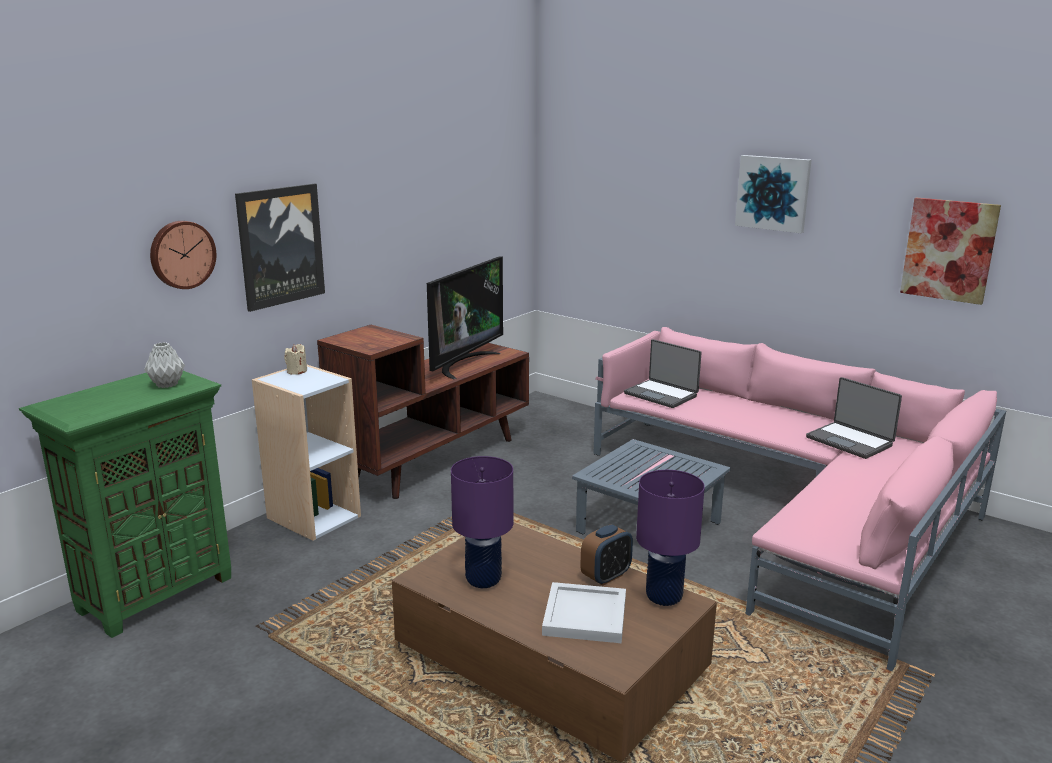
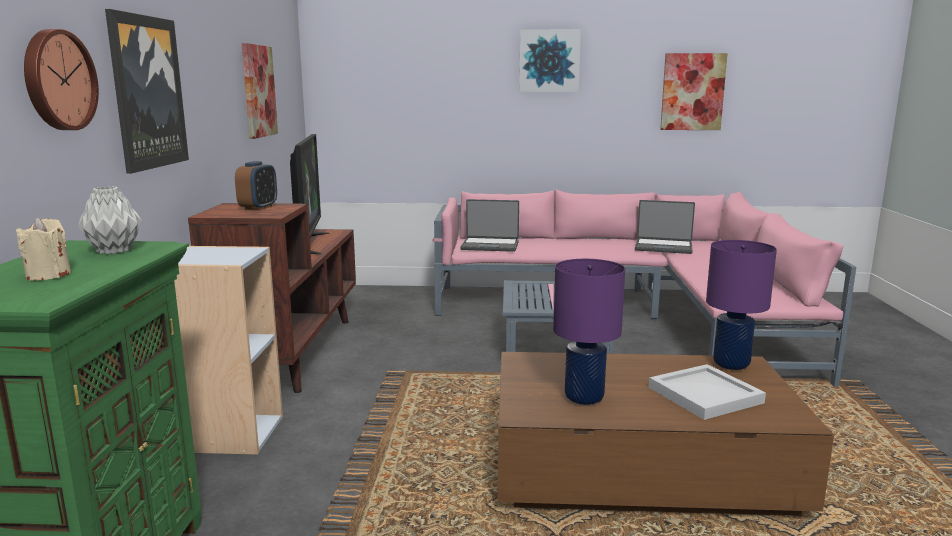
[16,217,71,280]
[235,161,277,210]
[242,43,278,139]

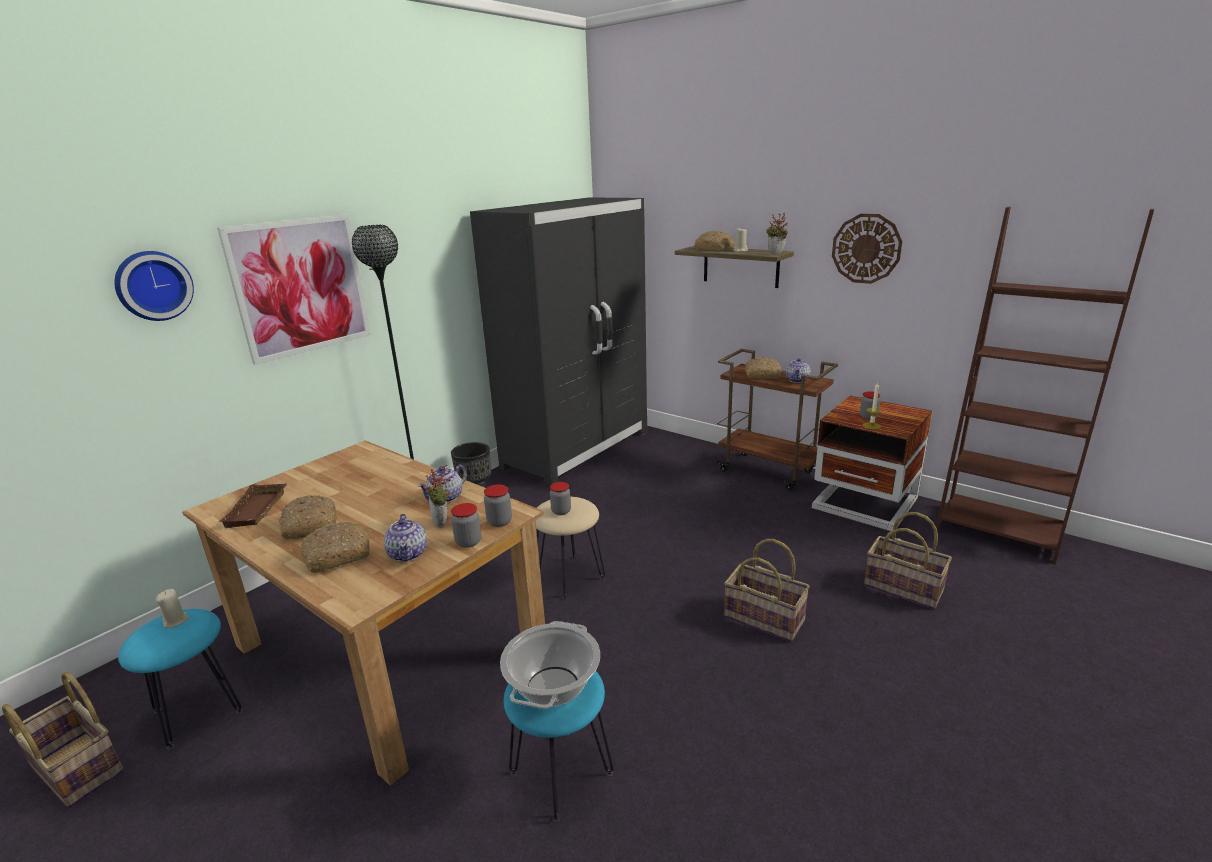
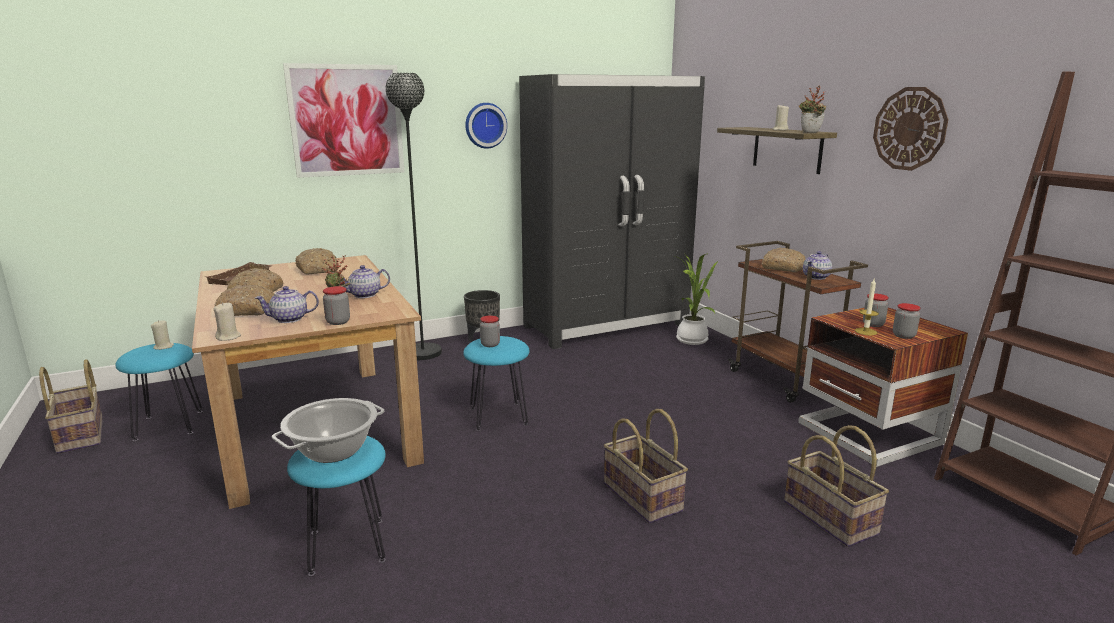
[295,248,339,274]
[465,103,507,149]
[893,303,921,339]
[463,336,530,431]
[255,286,319,323]
[675,254,718,345]
[214,302,241,341]

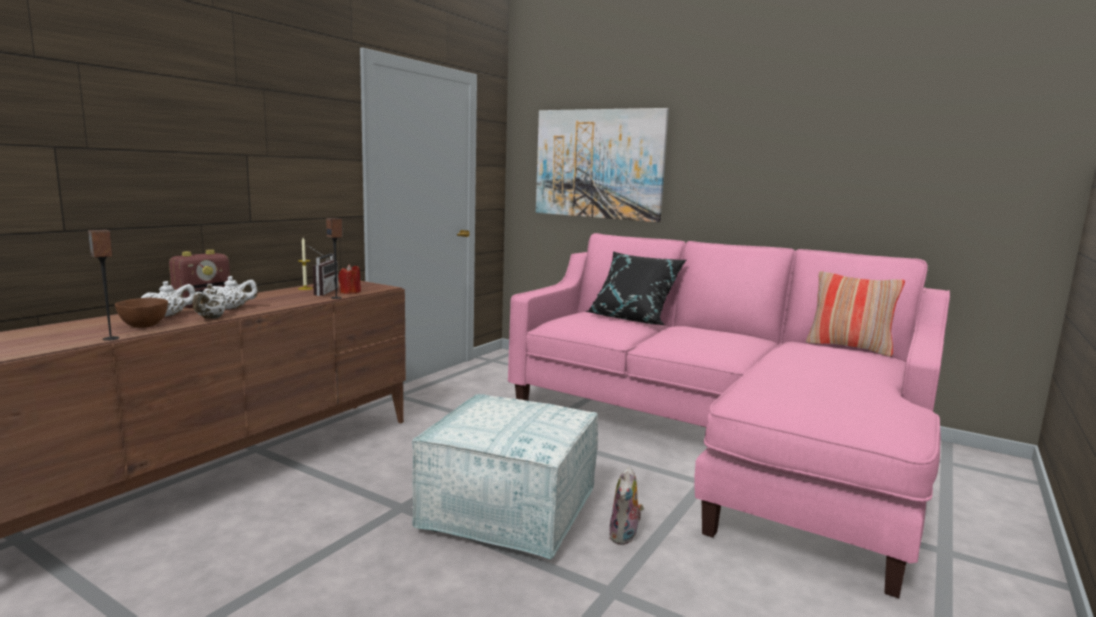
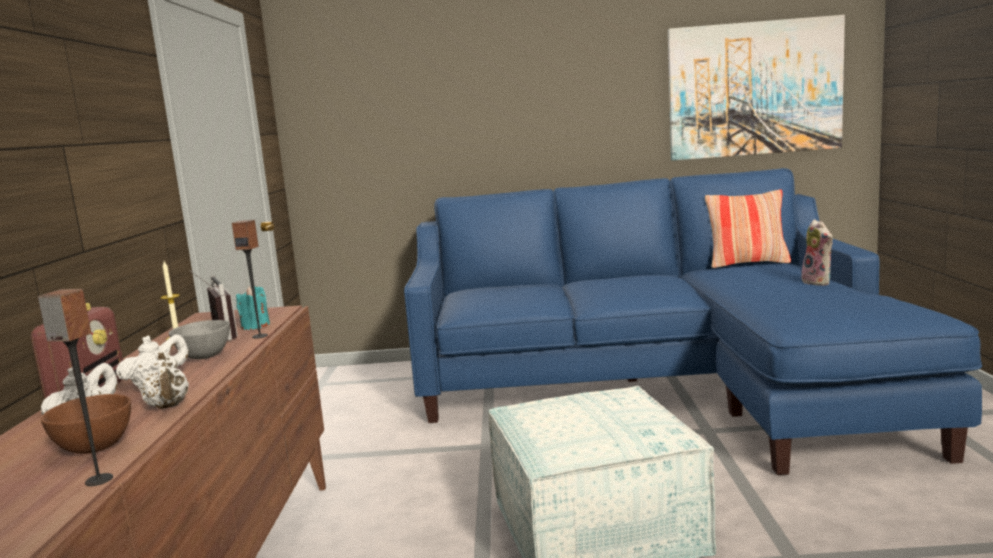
[668,15,845,161]
[404,168,982,475]
[586,251,686,325] (first image)
[236,286,270,330]
[801,219,833,286]
[169,320,230,359]

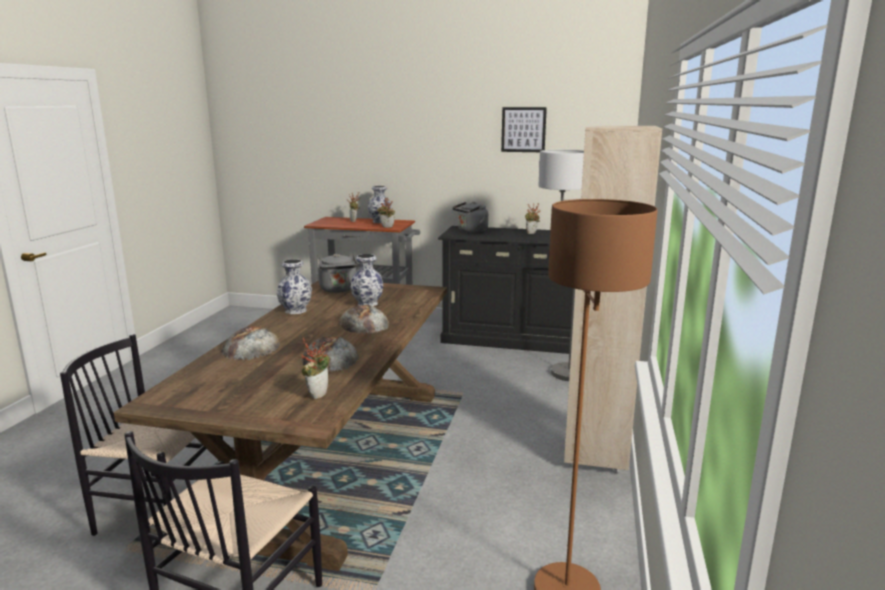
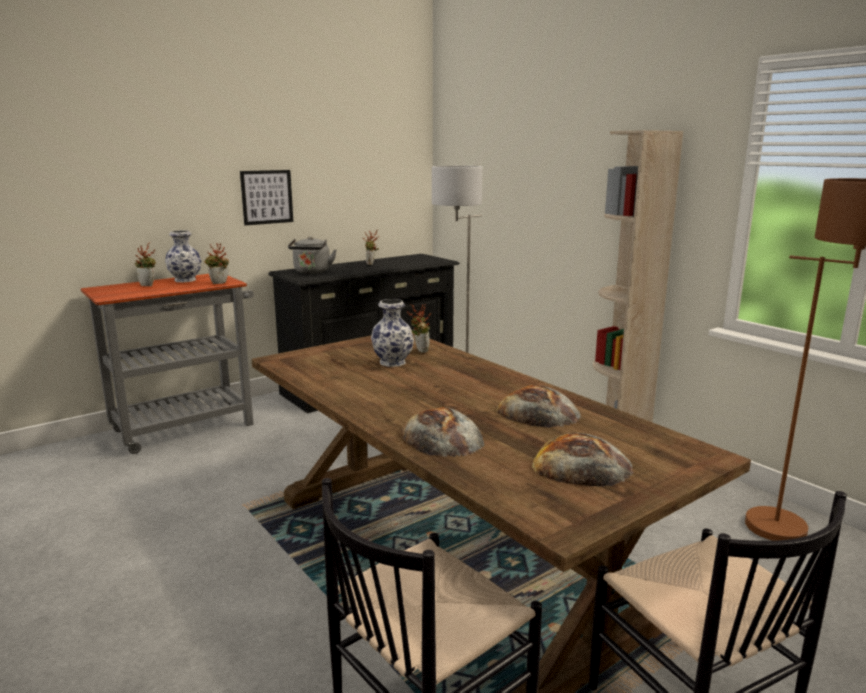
[240,170,293,225]
[318,254,360,293] (first image)
[277,259,312,314] (first image)
[532,433,633,487]
[407,304,431,353]

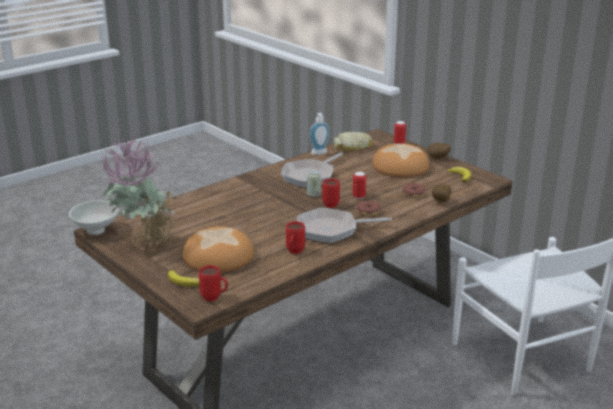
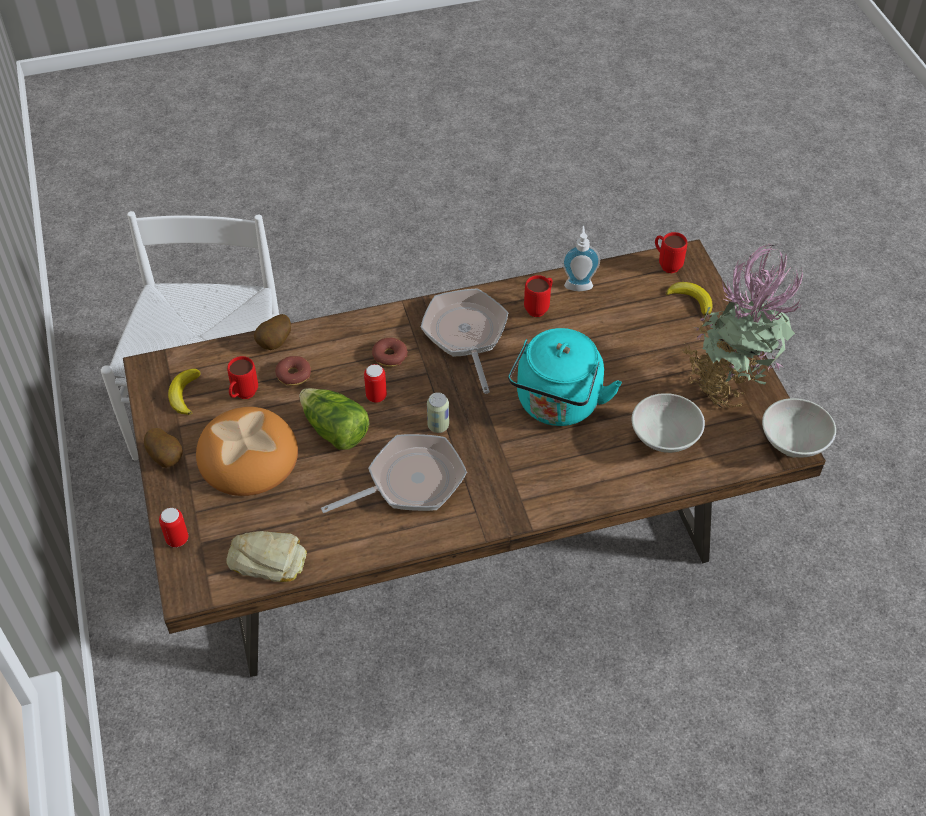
[562,226,600,291]
[227,356,258,399]
[421,288,508,394]
[183,226,254,273] (first image)
[508,328,622,426]
[299,388,369,450]
[632,393,705,453]

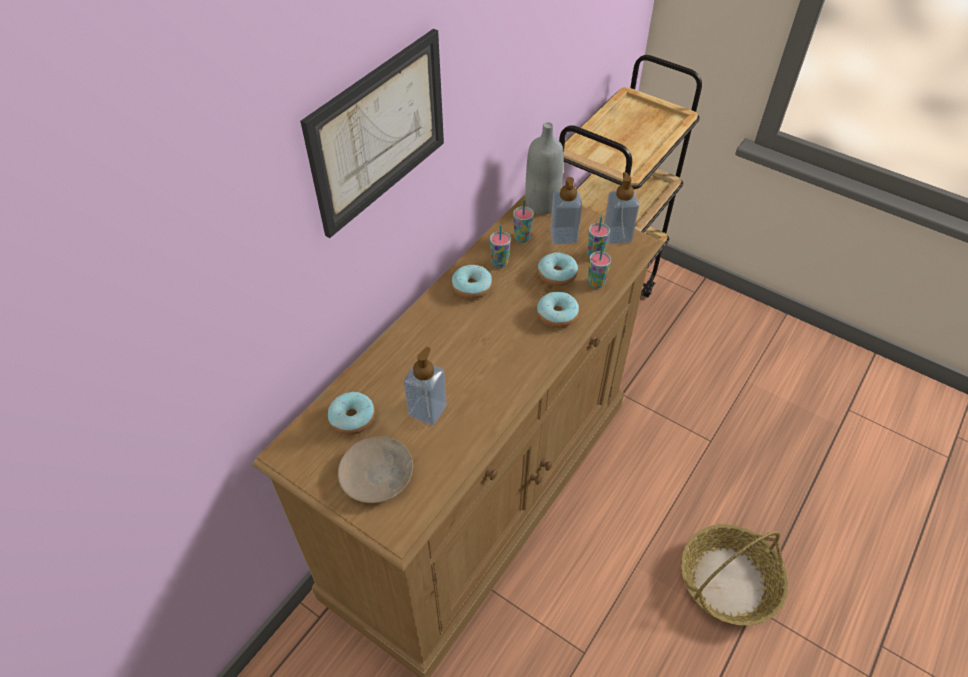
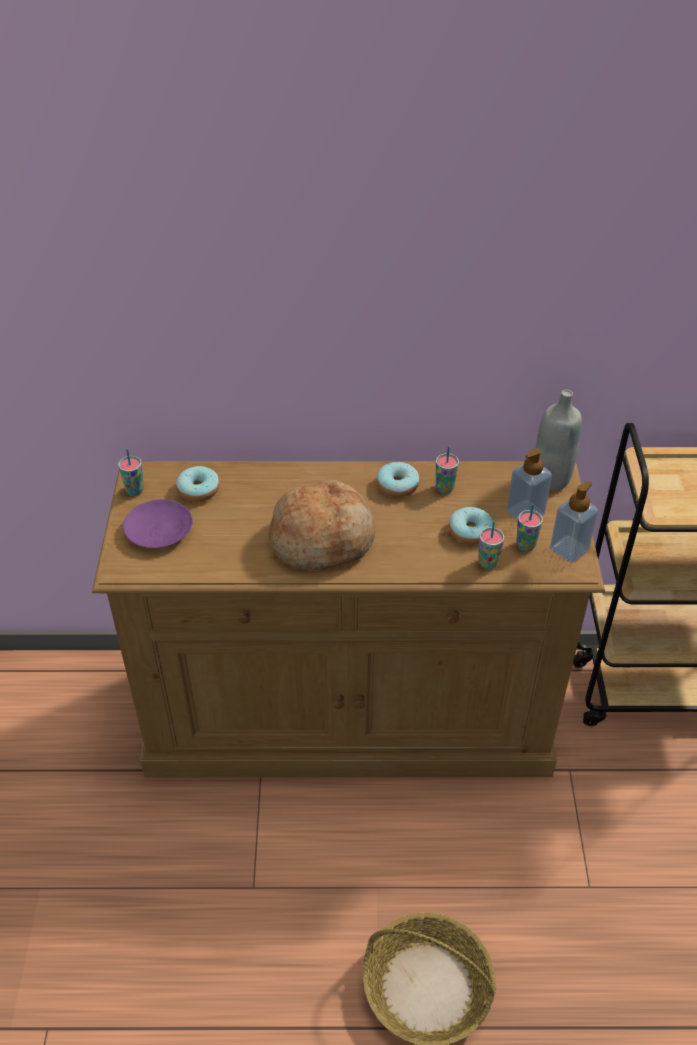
[300,29,444,238] (first image)
[118,449,144,496]
[537,292,579,328] (first image)
[404,347,447,425] (first image)
[123,499,193,548]
[268,480,375,570]

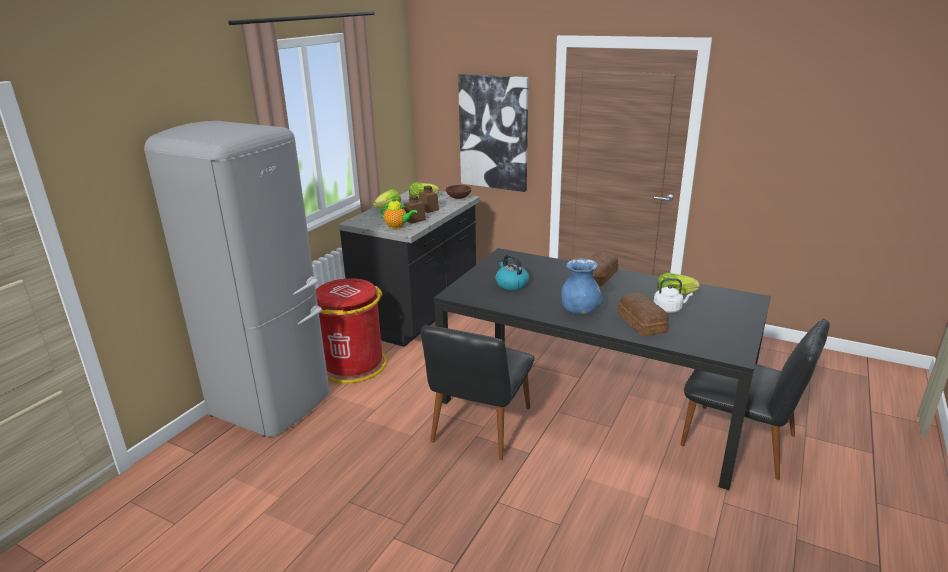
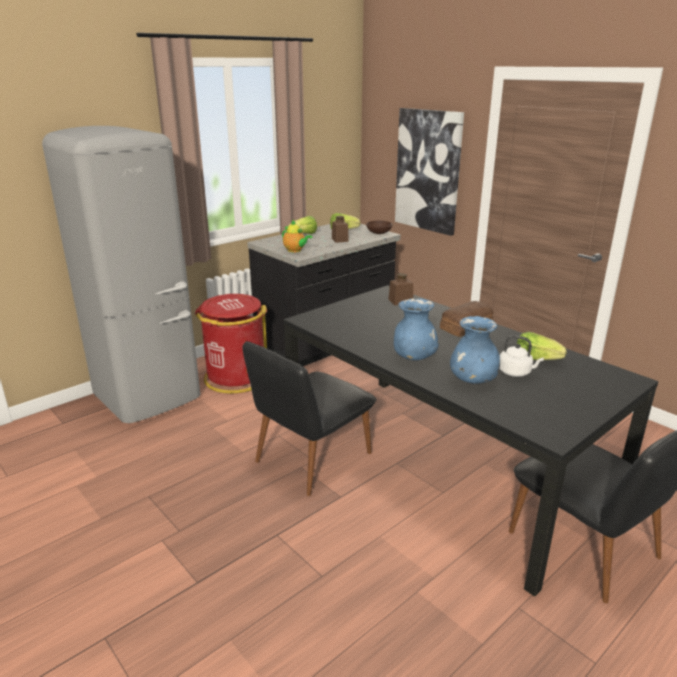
[388,273,413,305]
[495,254,529,290] (first image)
[450,316,500,384]

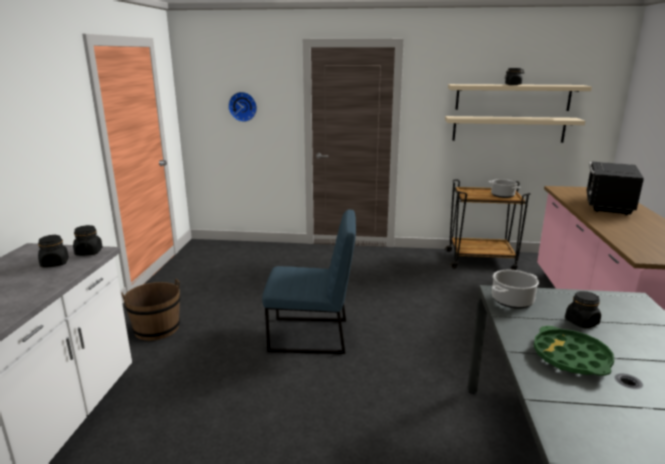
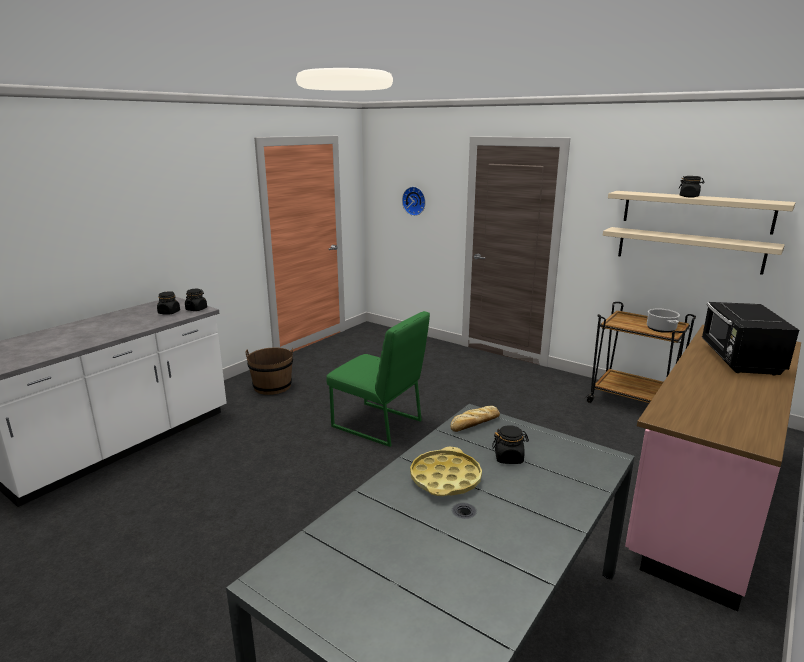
[702,302,799,376]
[326,311,430,447]
[451,406,500,432]
[410,447,482,496]

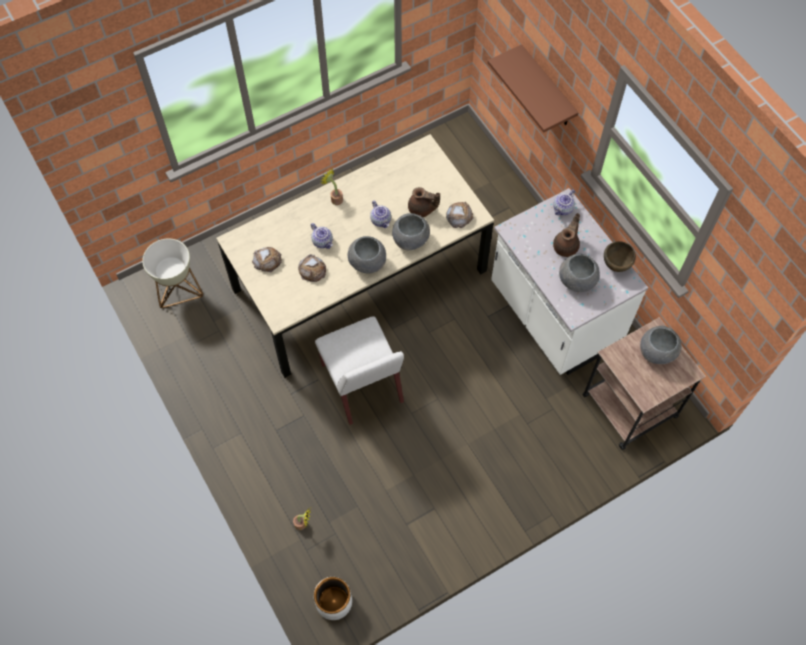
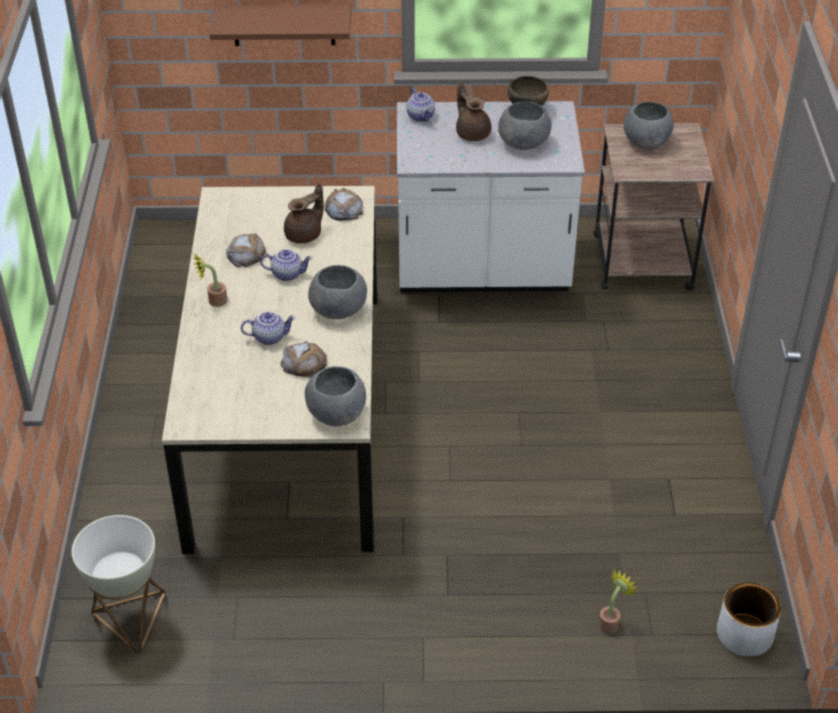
[305,366,366,426]
[226,233,266,267]
[315,316,404,425] (first image)

